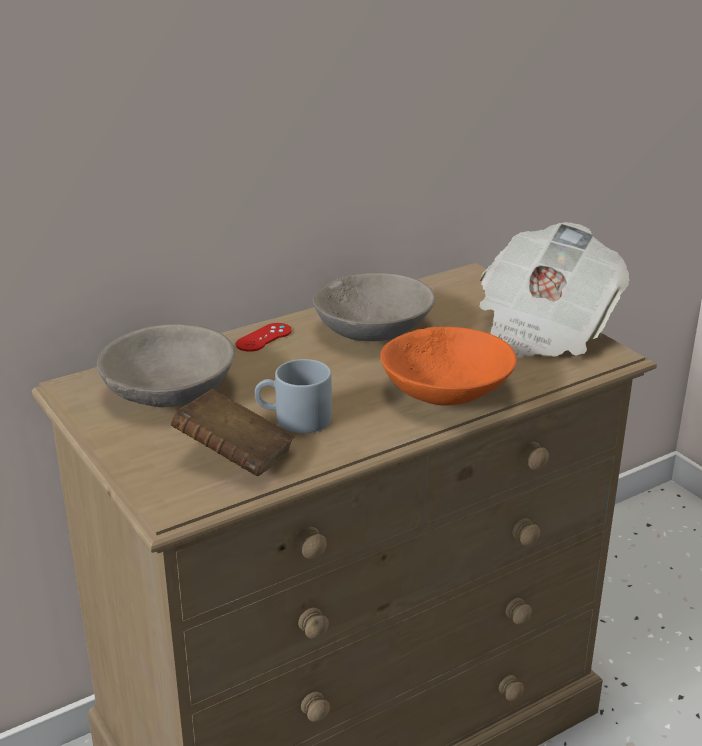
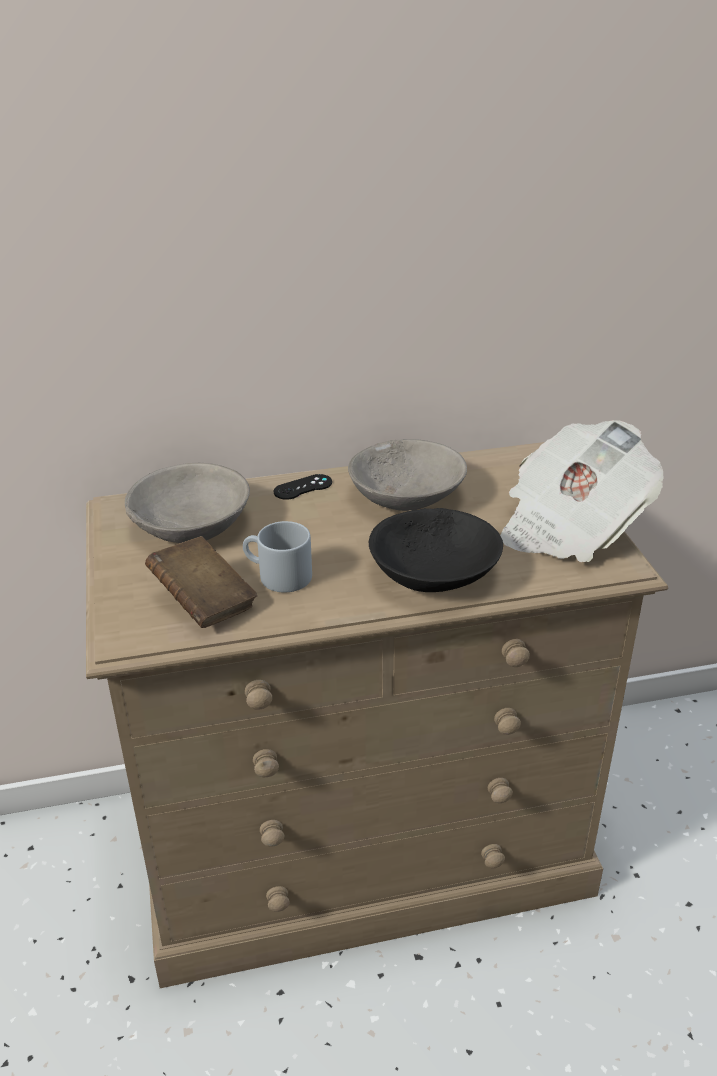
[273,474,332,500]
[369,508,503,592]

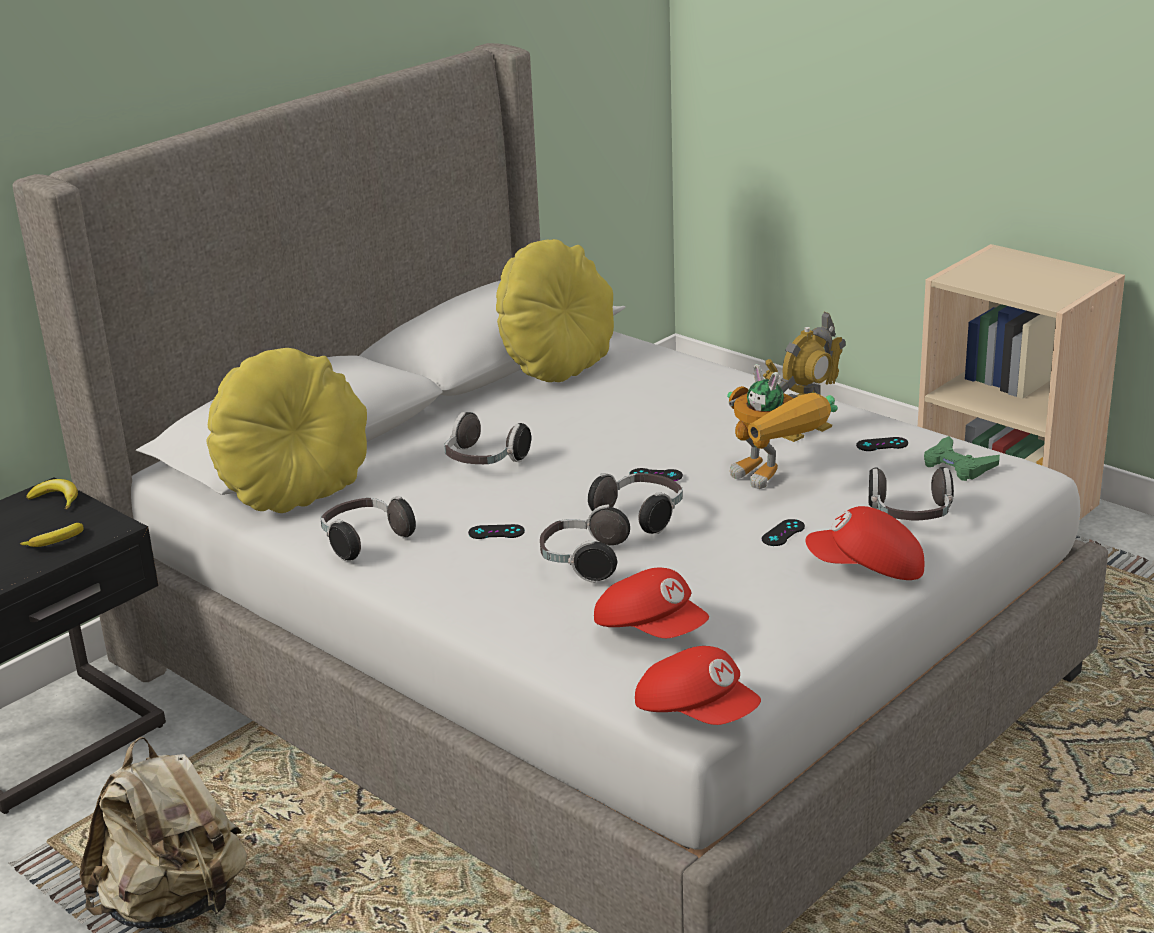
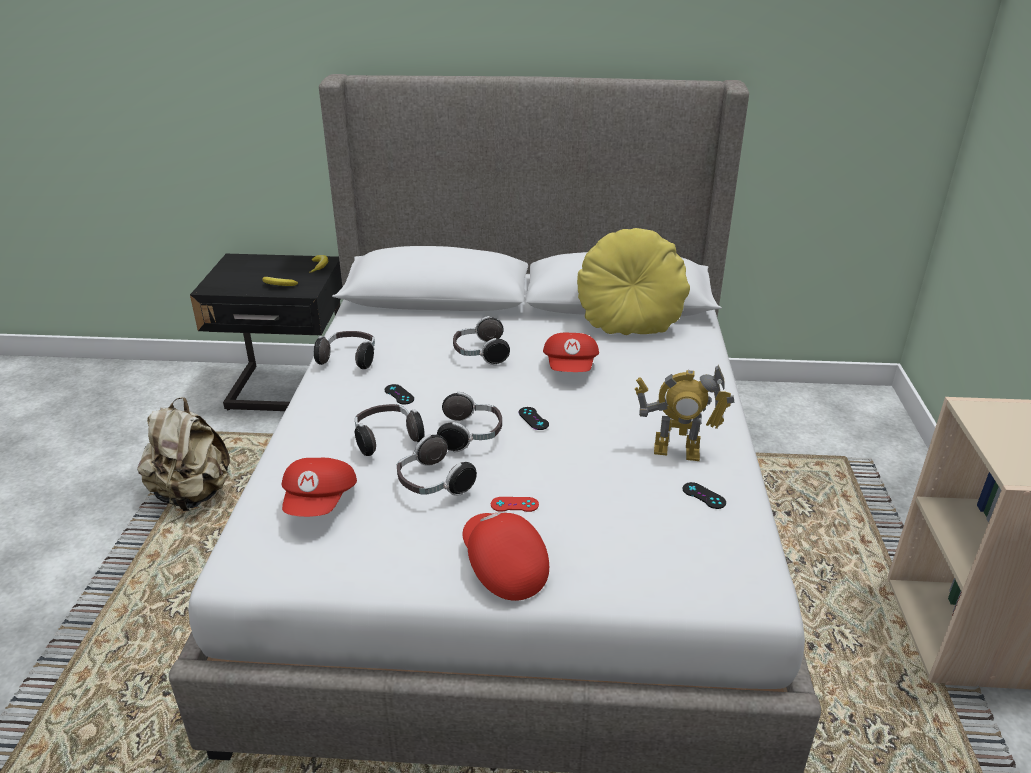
[207,348,367,513] (first image)
[727,364,838,489] (first image)
[924,436,1000,481] (first image)
[397,434,477,496]
[491,497,539,512]
[543,333,599,372]

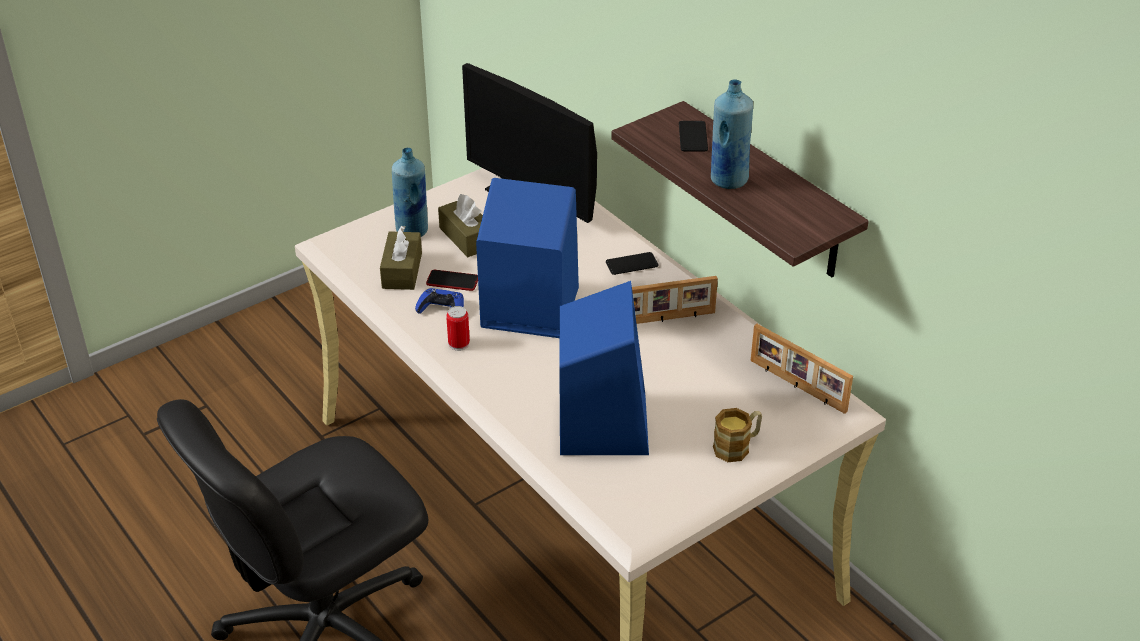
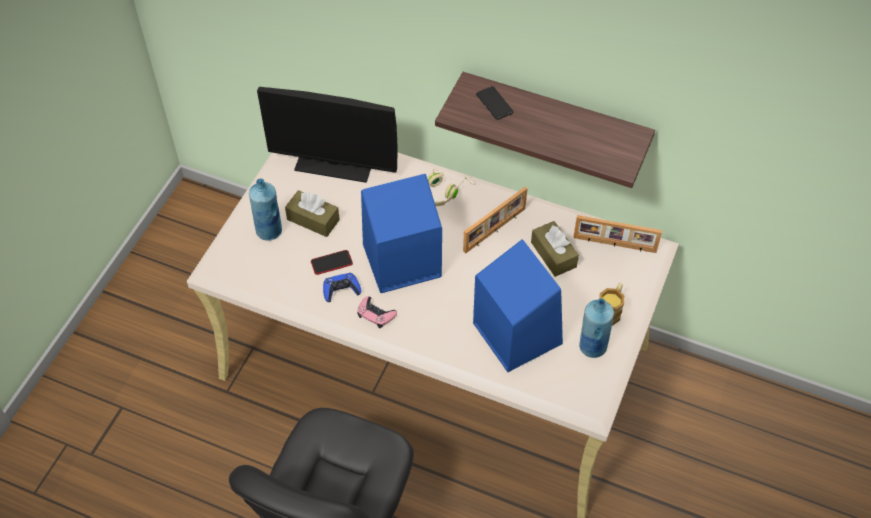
[579,299,614,358]
[531,221,579,277]
[427,168,475,206]
[357,296,397,328]

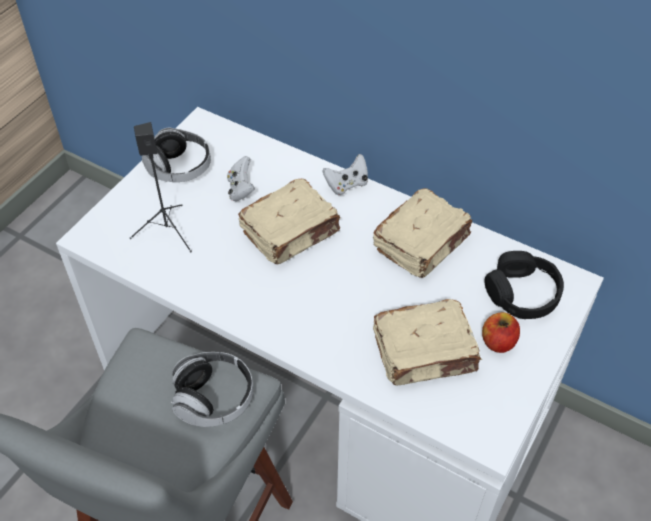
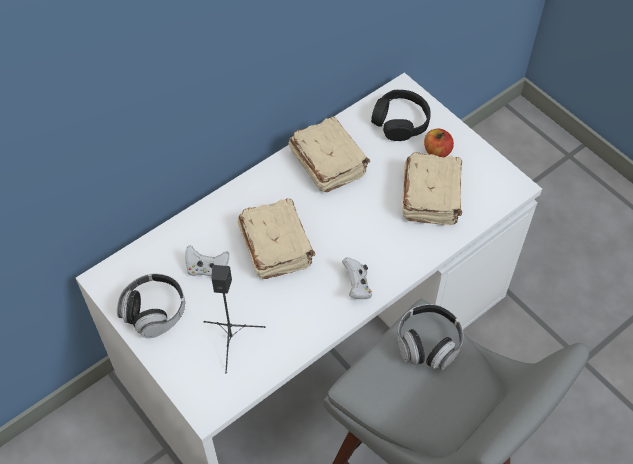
[342,257,372,299]

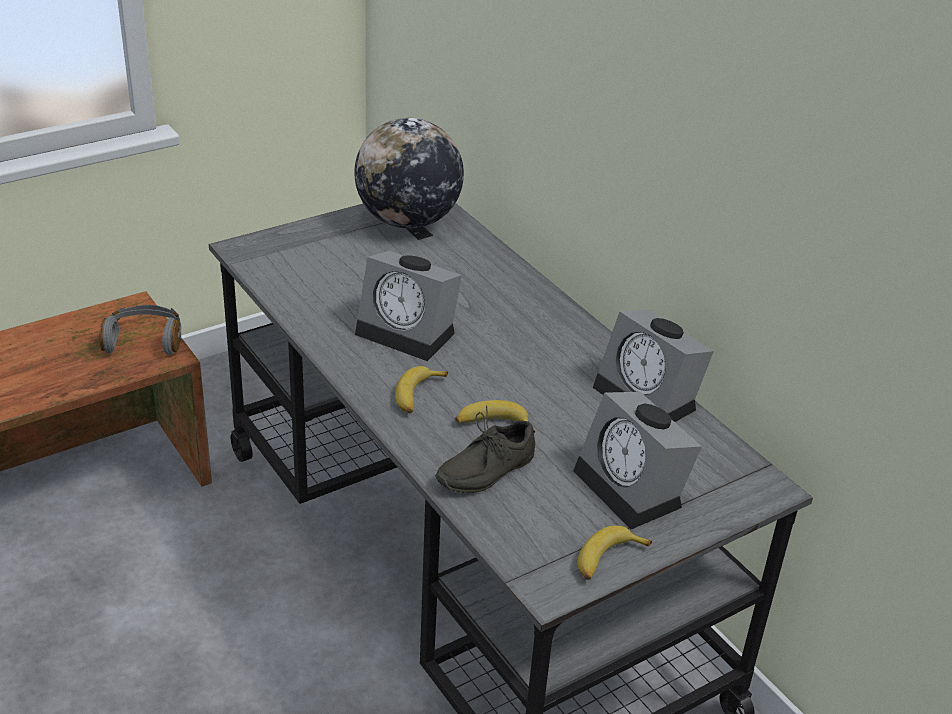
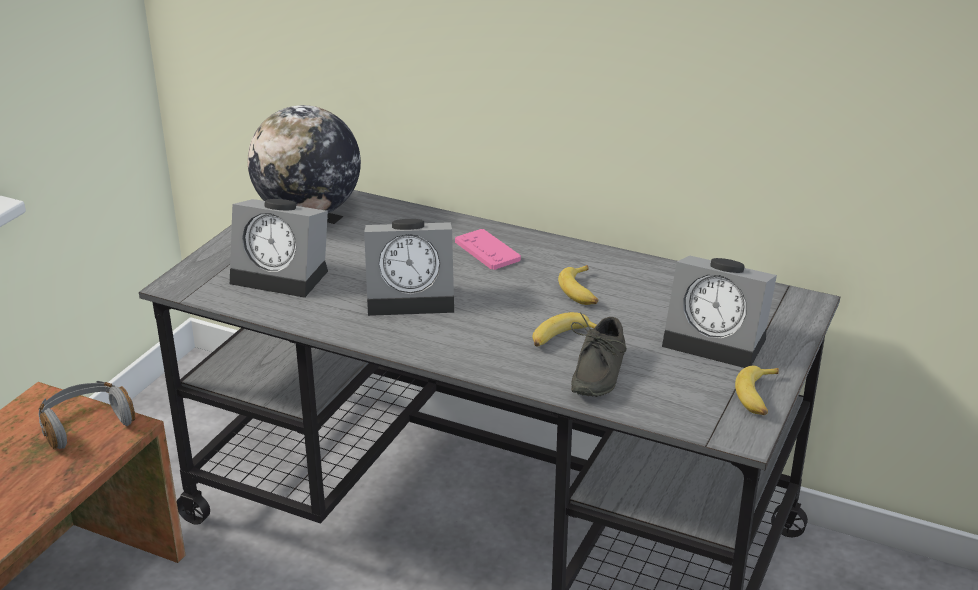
[230,199,328,298]
[558,265,598,305]
[455,229,521,270]

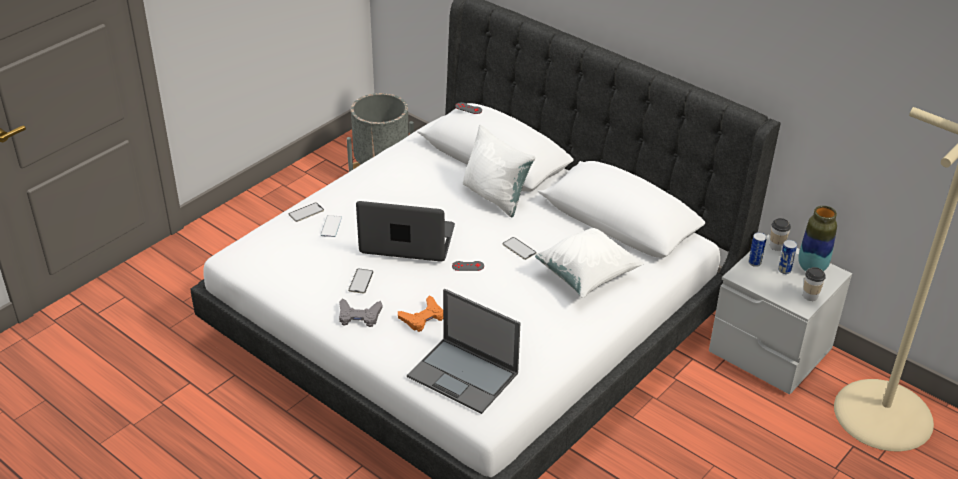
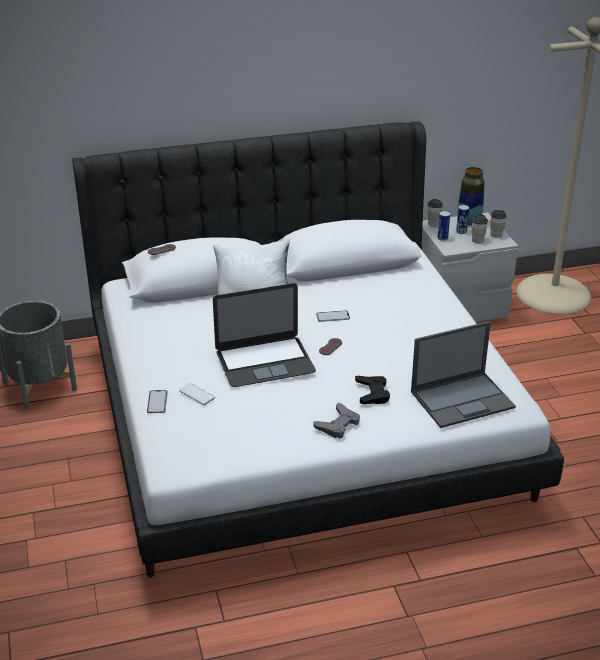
[213,283,316,387]
[535,228,644,298] (first image)
[348,269,373,293] (first image)
[355,376,390,404]
[472,215,488,243]

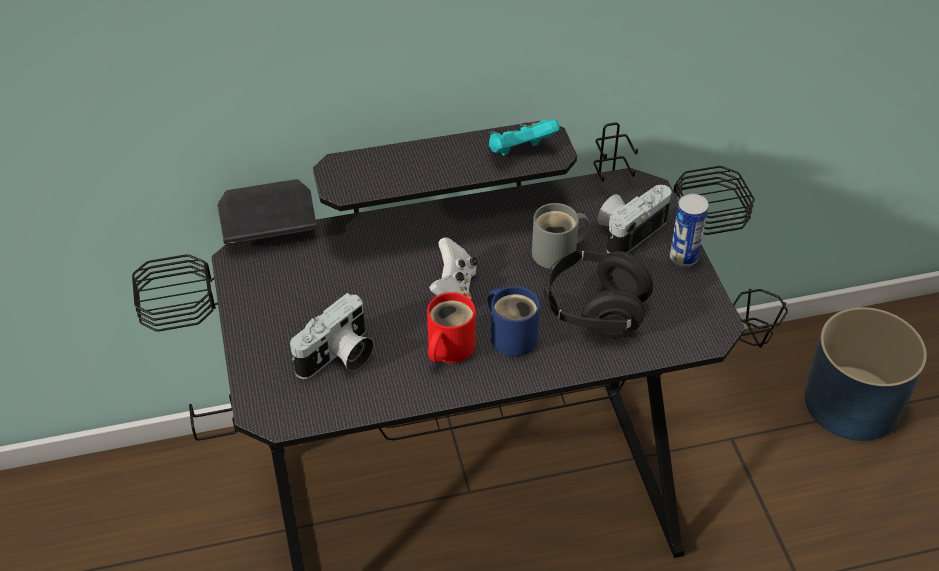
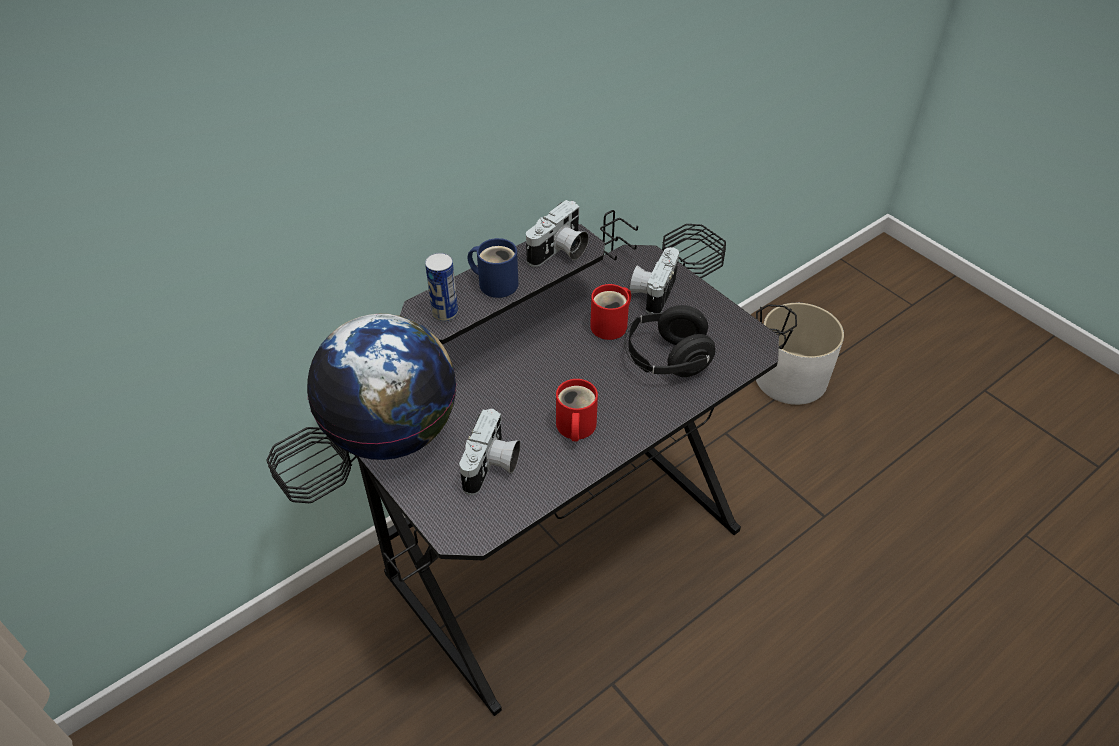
[526,200,589,267]
[425,253,458,322]
[590,284,631,340]
[429,237,477,299] (first image)
[468,238,519,298]
[756,303,844,405]
[307,314,456,460]

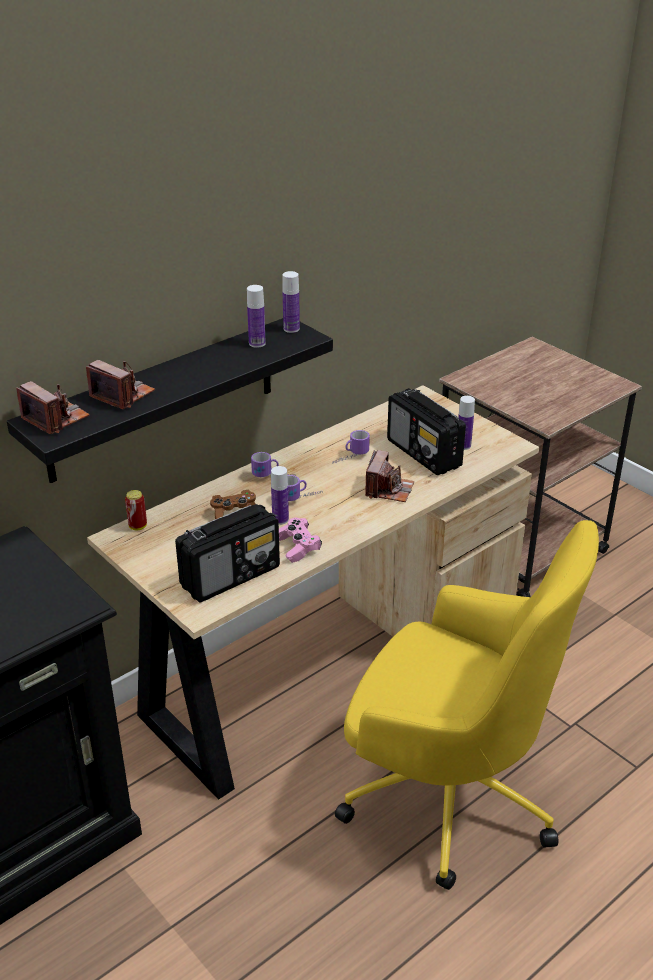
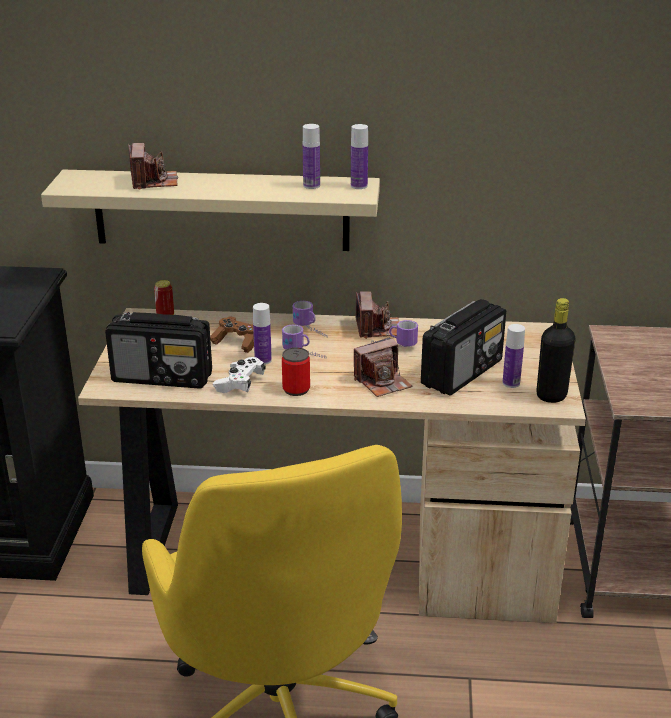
[41,170,380,251]
[356,291,399,339]
[421,299,506,396]
[213,357,266,393]
[536,298,575,403]
[282,347,310,396]

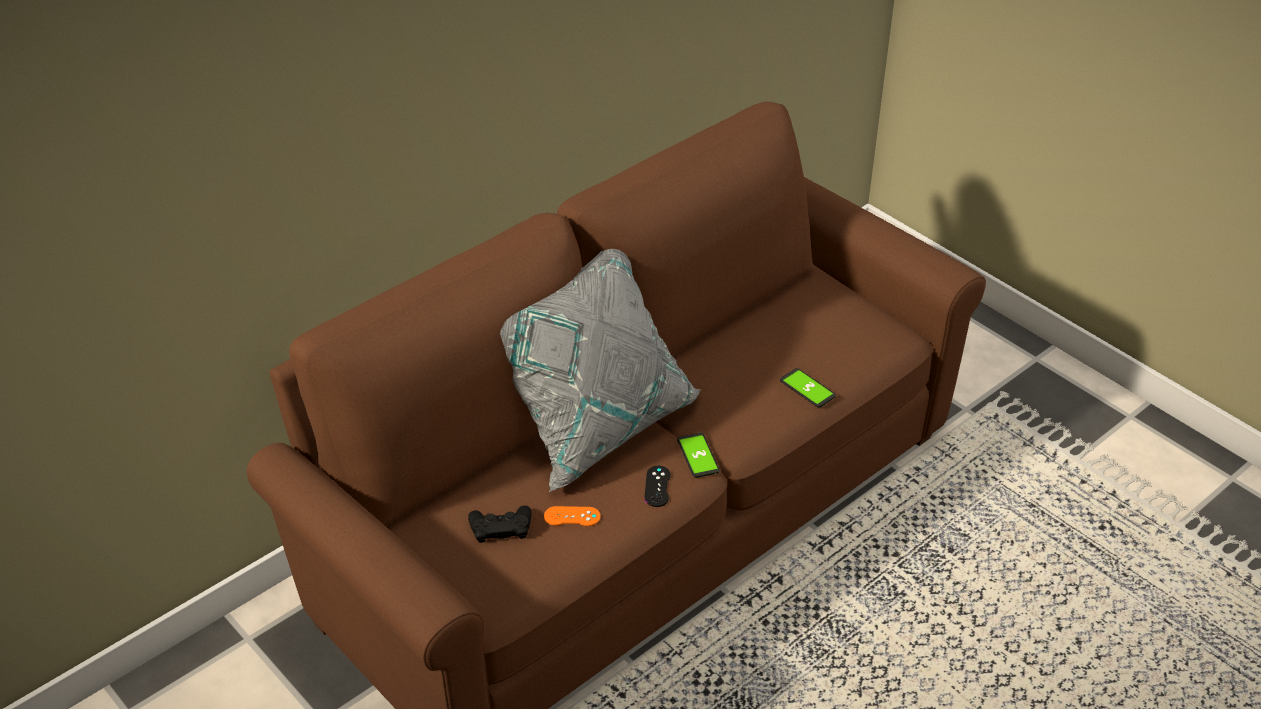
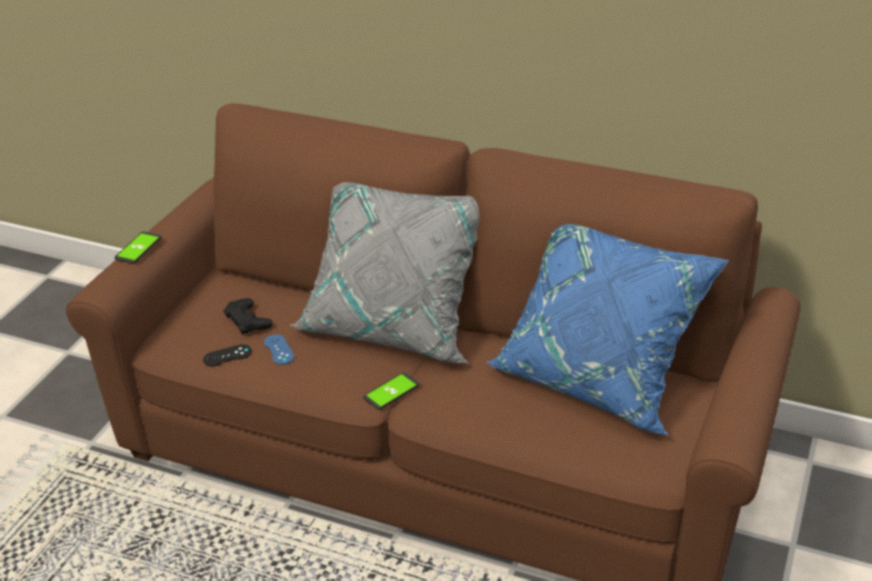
[115,232,162,264]
[203,344,252,366]
[264,334,294,365]
[486,224,729,436]

